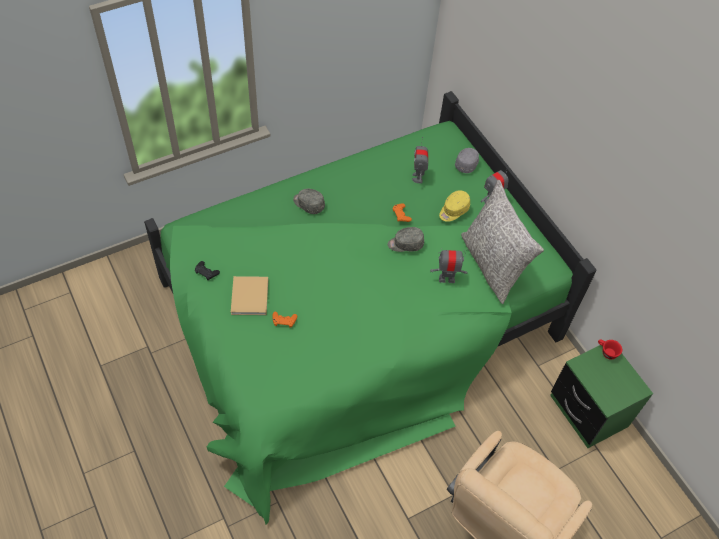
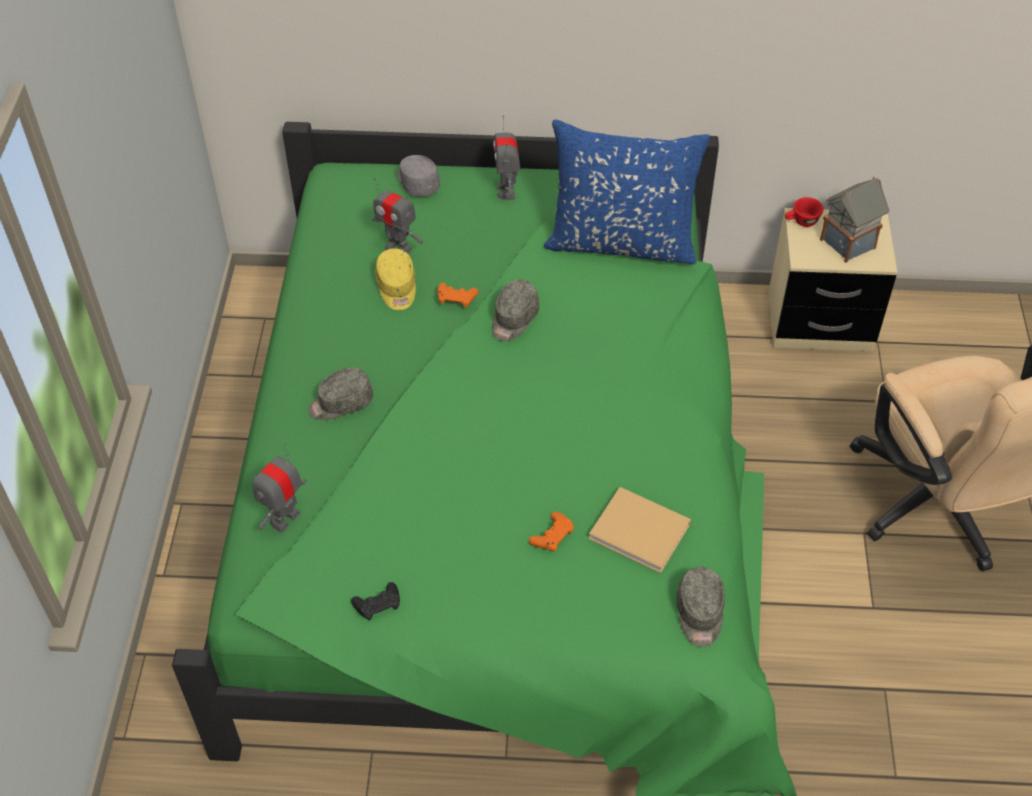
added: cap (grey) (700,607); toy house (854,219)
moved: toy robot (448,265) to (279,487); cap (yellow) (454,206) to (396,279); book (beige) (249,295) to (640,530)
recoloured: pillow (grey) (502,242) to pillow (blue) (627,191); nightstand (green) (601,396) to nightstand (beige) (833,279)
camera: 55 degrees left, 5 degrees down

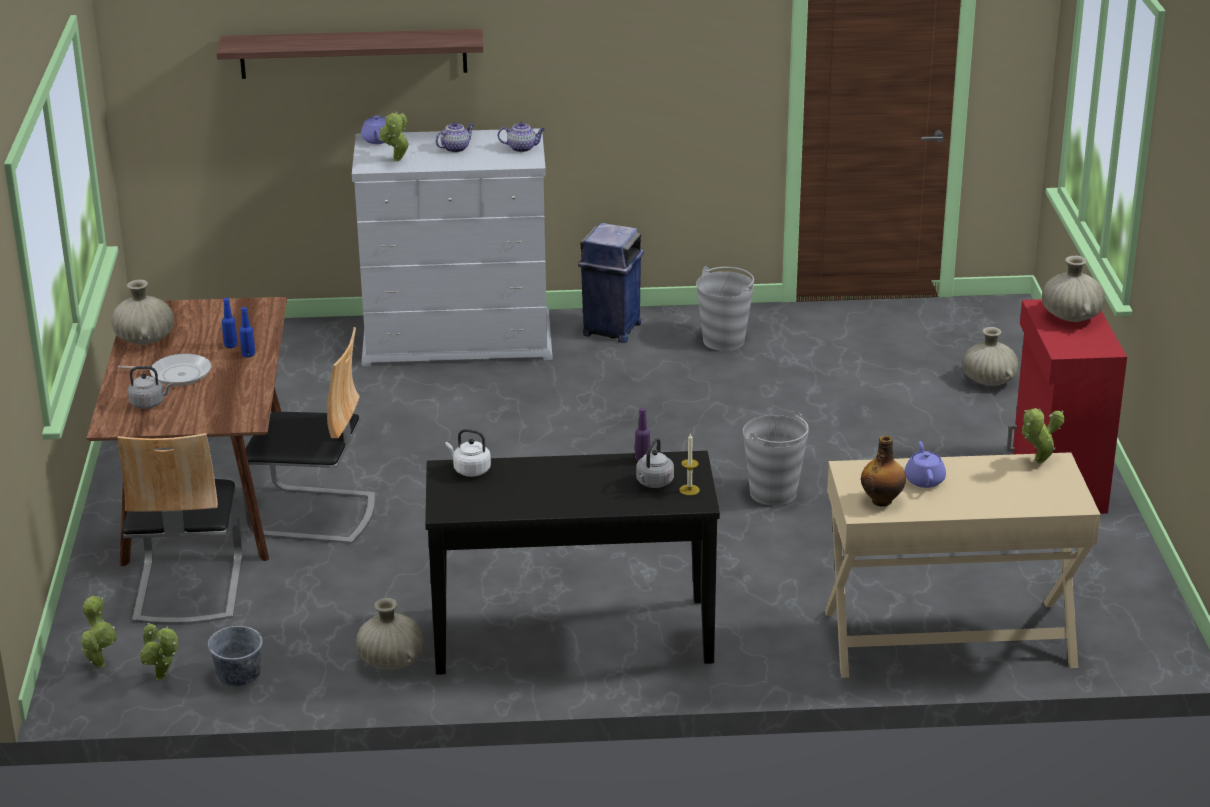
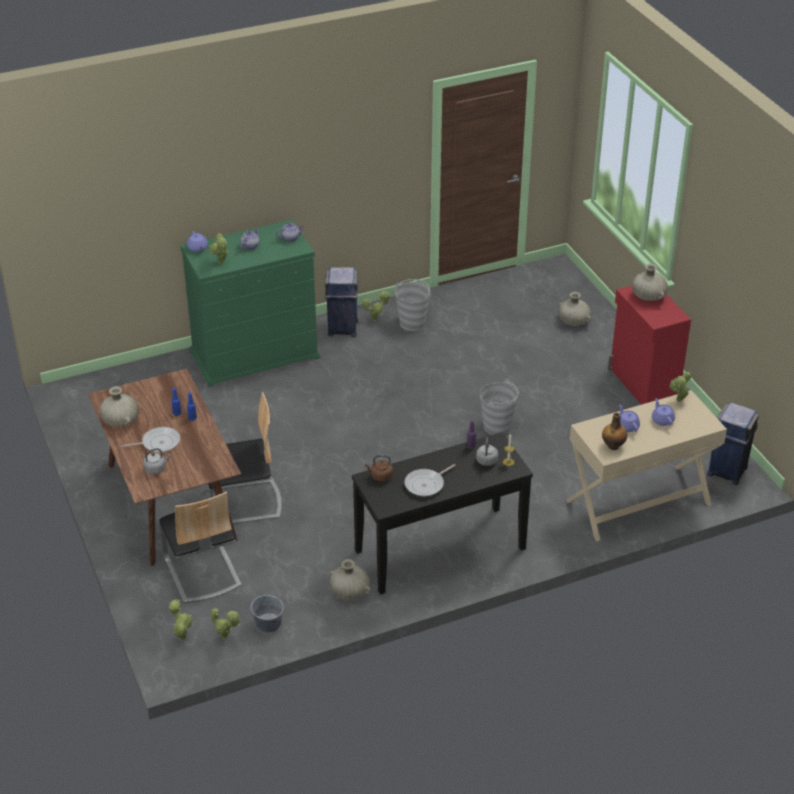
removed: shelf (349,54)
added: potted plant (376,306); frying pan (430,480); teapot (purple) (663,412); trash can (blue) (733,443)
recoloured: dresser (white) (452,247) to dresser (green) (250,303); kettle (white) (468,453) to kettle (brown) (379,468)
camera: 20 degrees left, 10 degrees up

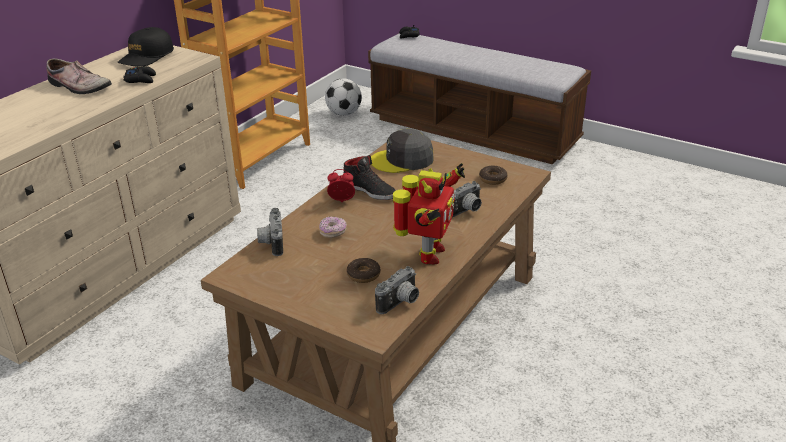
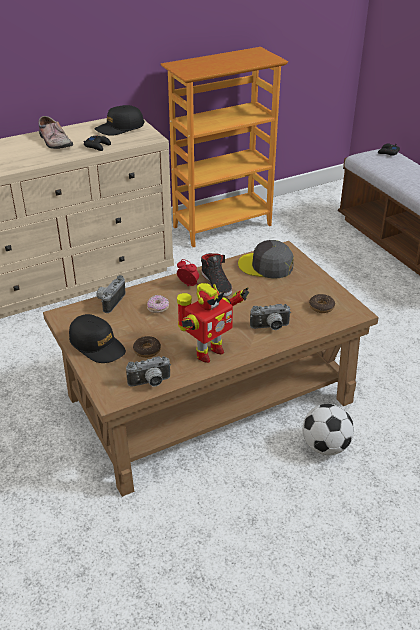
added: cap (black) (97,338)
moved: football (343,97) to (328,429)
camera: 30 degrees right, 5 degrees up

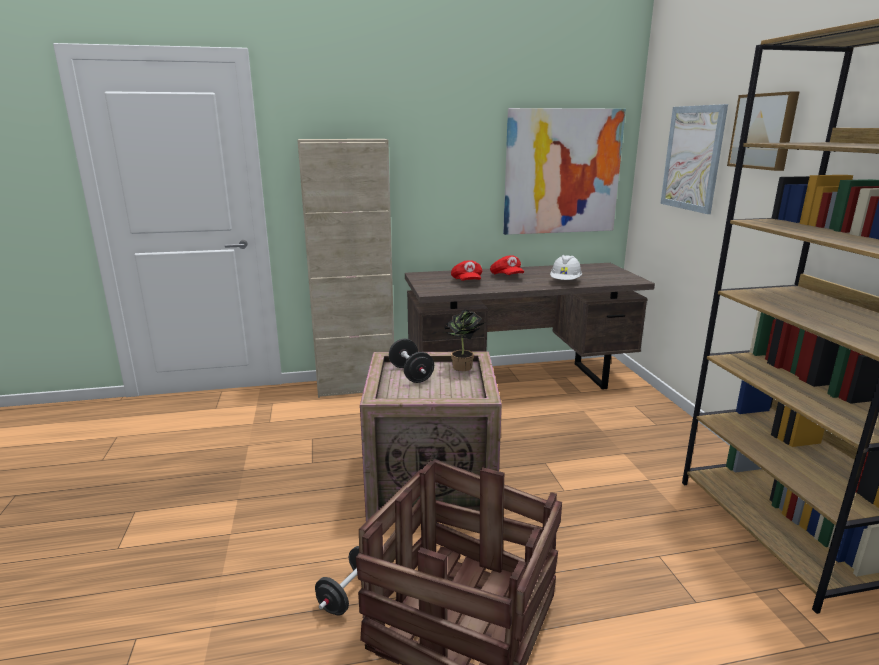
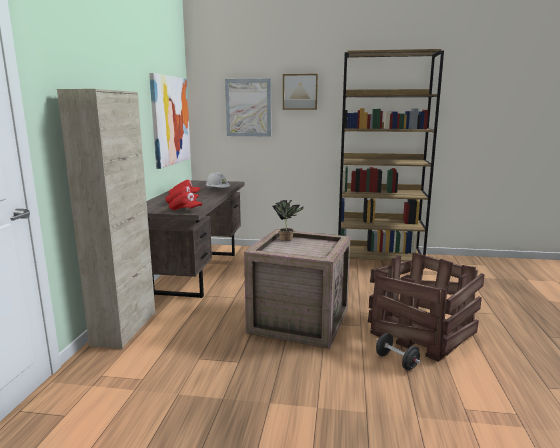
removed: dumbbell (black) (411,361)
added: cap (red) (185,201)
camera: 70 degrees left, 5 degrees down

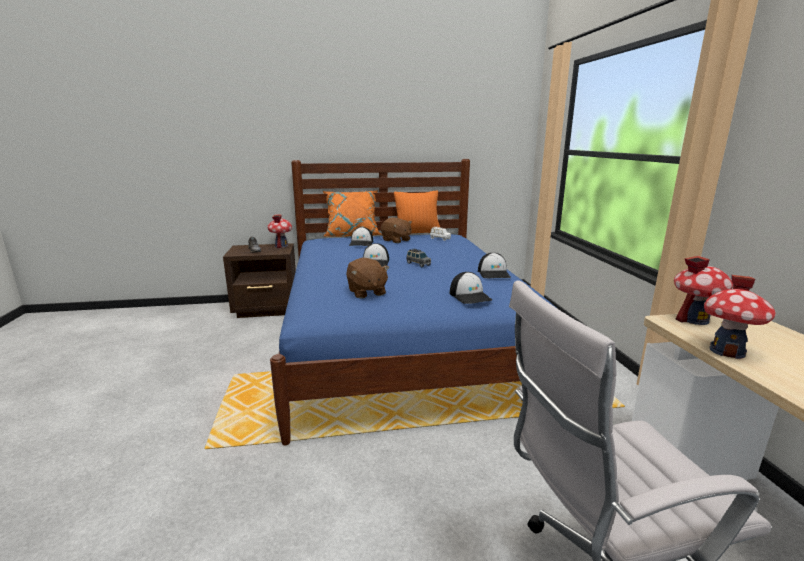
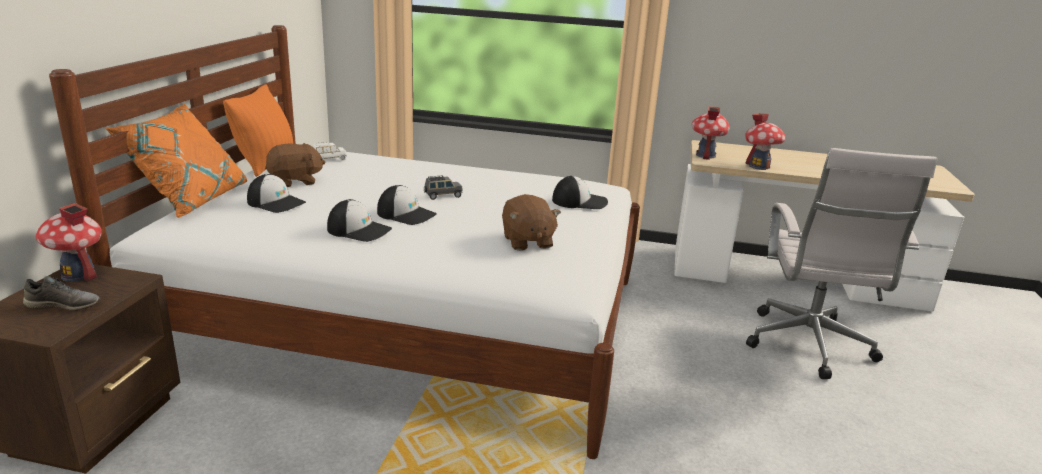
moved: cap (494,265) to (359,220)
recoloured: bed (blue) (414,302) to bed (white) (344,242)
turned: plush toy (brown) (368,278) = (531,222) 75 degrees clockwise
camera: 70 degrees left, 5 degrees up

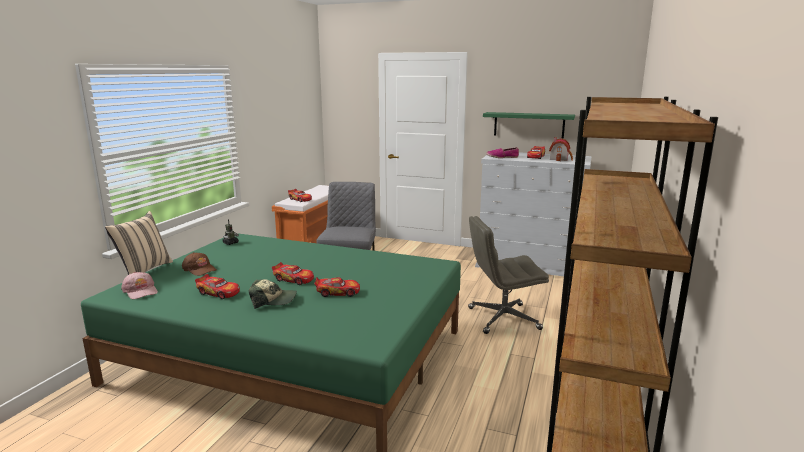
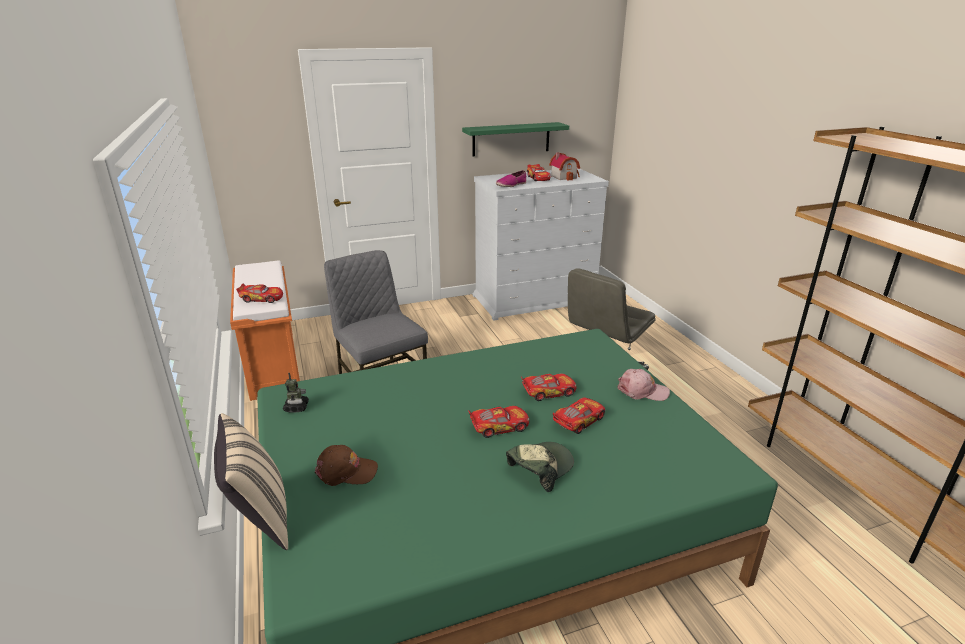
moved: toy car (217,286) to (549,387); cap (pink) (139,286) to (644,385)
camera: 40 degrees left, 10 degrees up

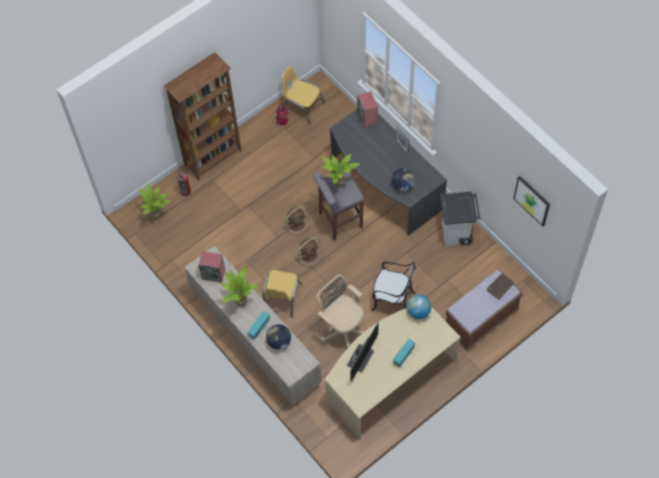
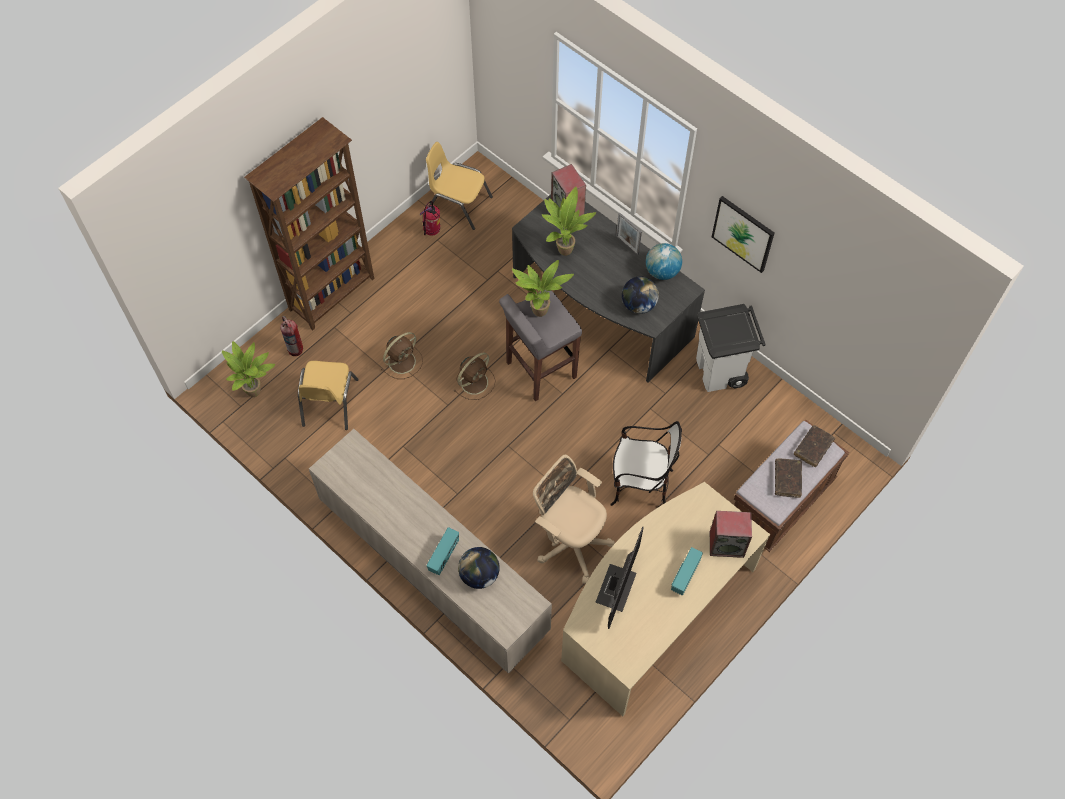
added: book (brown) (788,478)
moved: chair (yellow) (282,293) to (328,395); fan (brown) (309,252) to (402,355); potted plant (240,286) to (569,221); globe (419,306) to (664,261); speaker (212,267) to (731,534); picture (531,201) to (743,234)
camera: 10 degrees left, 0 degrees up

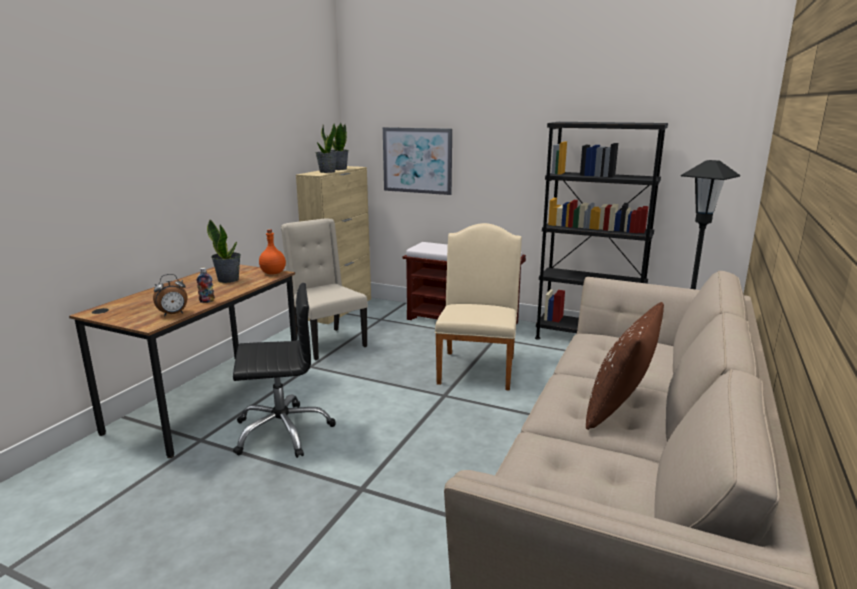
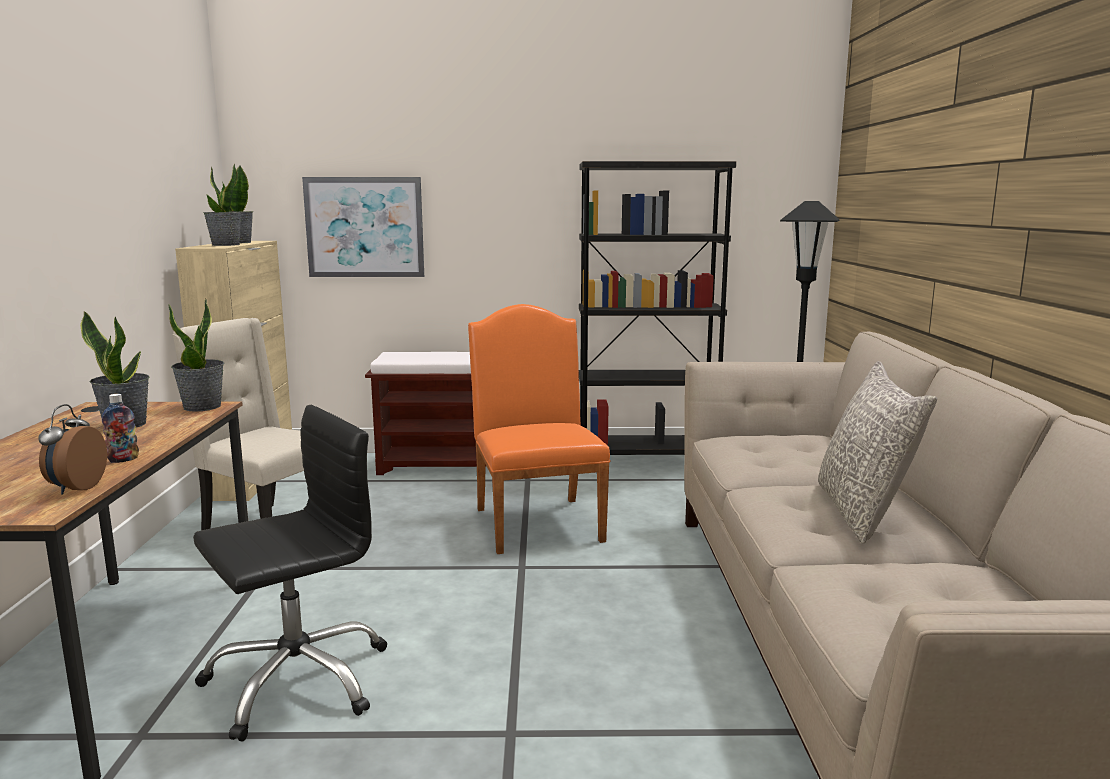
replaced: bottle (orange) (272,252) to potted plant (196,355)
recoloured: chair (beige) (478,307) to chair (orange) (539,429); pillow (brown) (625,366) to pillow (grey) (877,452)
turned: alarm clock (170,295) = (72,449) 150 degrees clockwise
camera: 25 degrees left, 5 degrees down

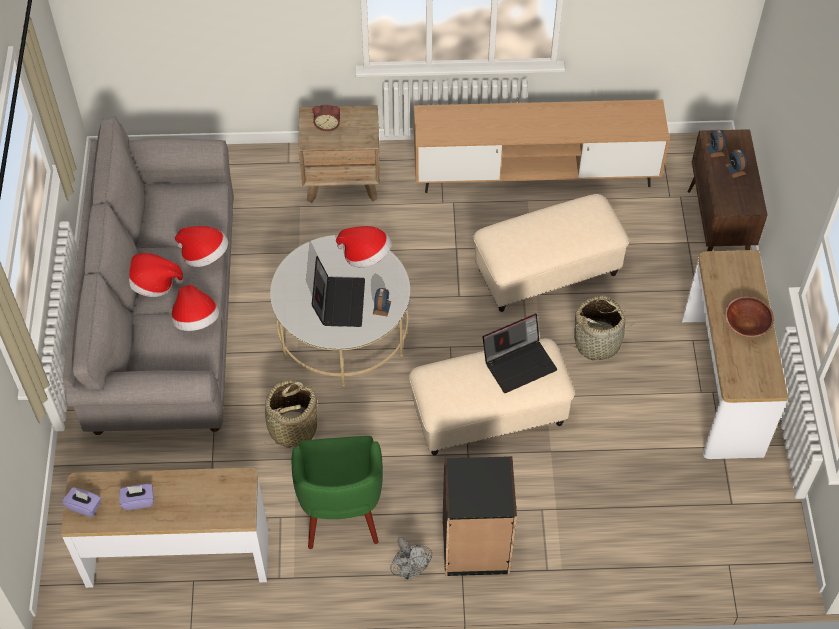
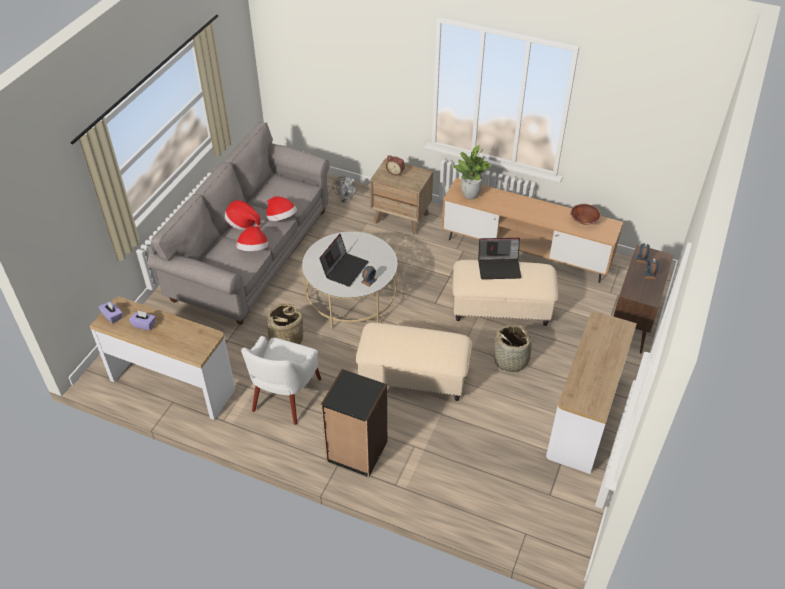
removed: hat (363,246)
added: potted plant (472,172)
moved: fan (grey) (411,558) to (345,189); laptop (520,353) to (499,258); bowl (brown) (749,316) to (585,214)
recoloured: armchair (green) (337,492) to armchair (white) (281,380)
camera: 25 degrees right, 10 degrees down

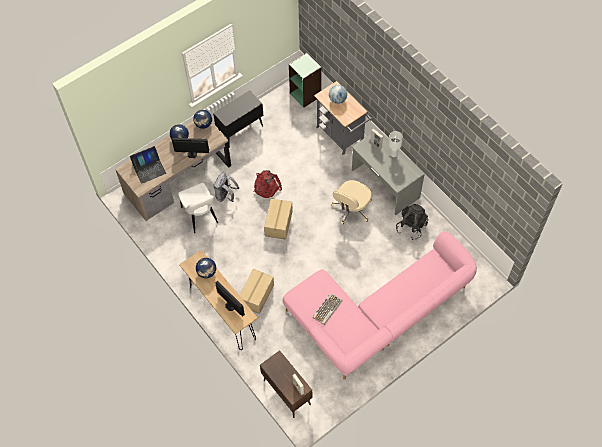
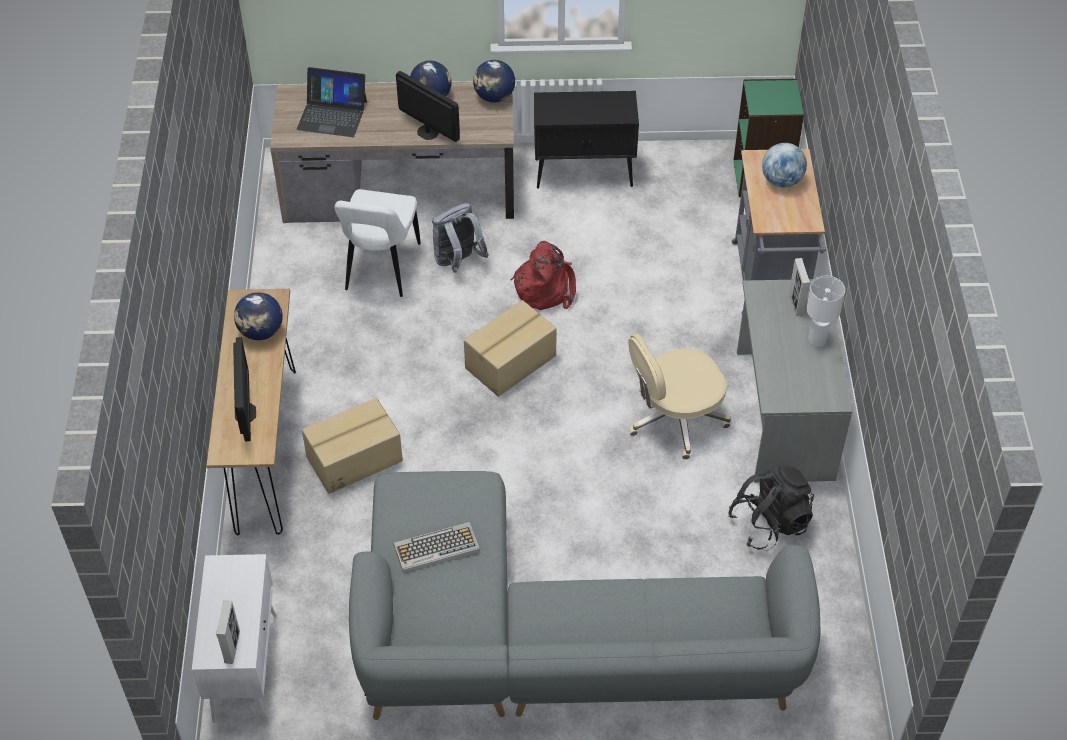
recoloured: cabinet (brown) (286,384) to cabinet (white) (234,638); sofa (pink) (380,305) to sofa (grey) (584,595)
camera: 35 degrees right, 10 degrees down

